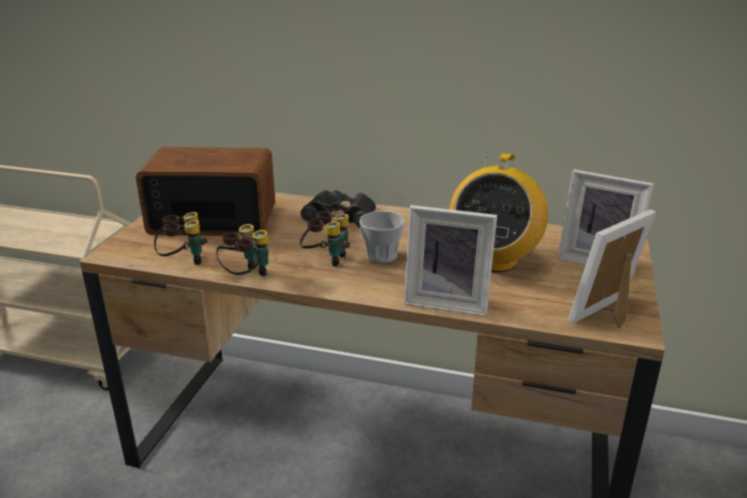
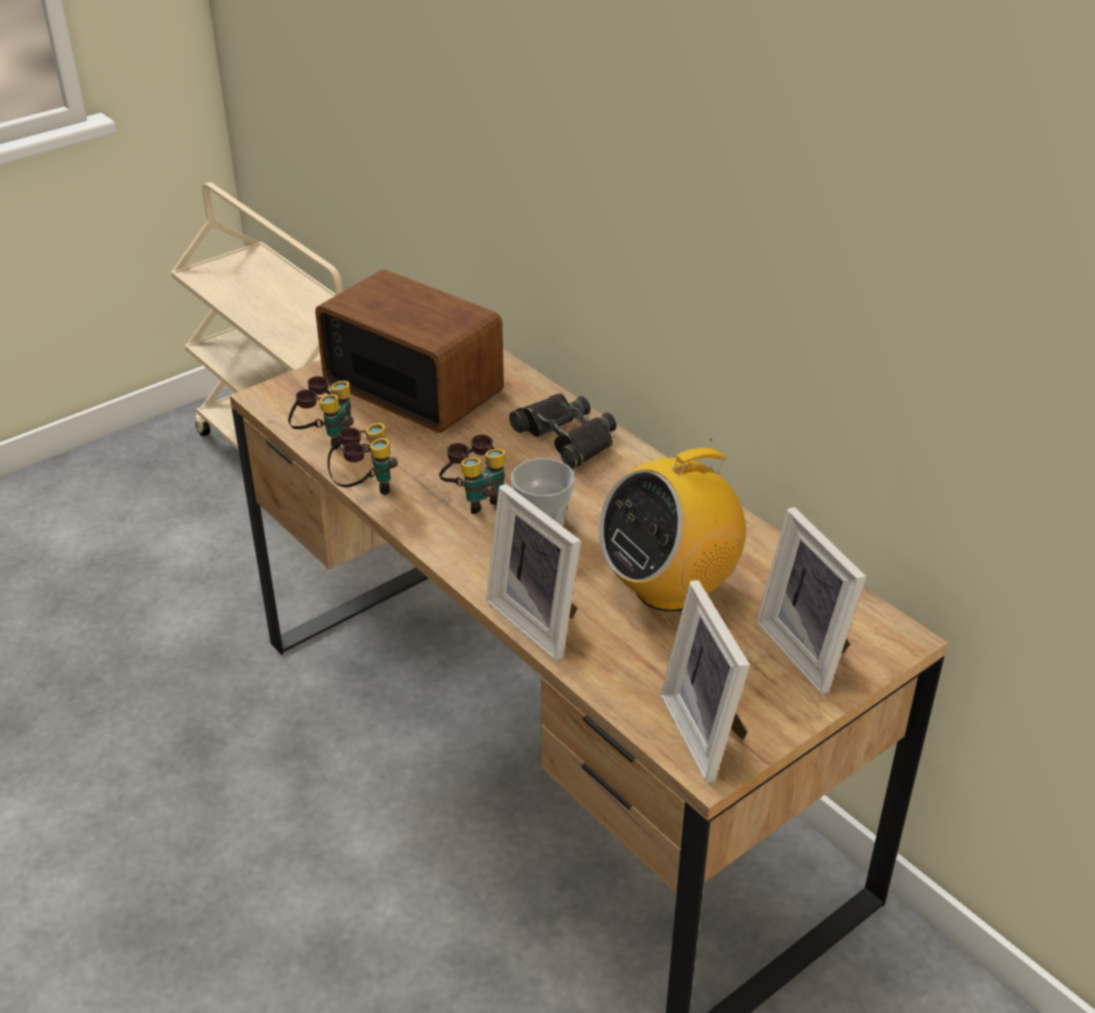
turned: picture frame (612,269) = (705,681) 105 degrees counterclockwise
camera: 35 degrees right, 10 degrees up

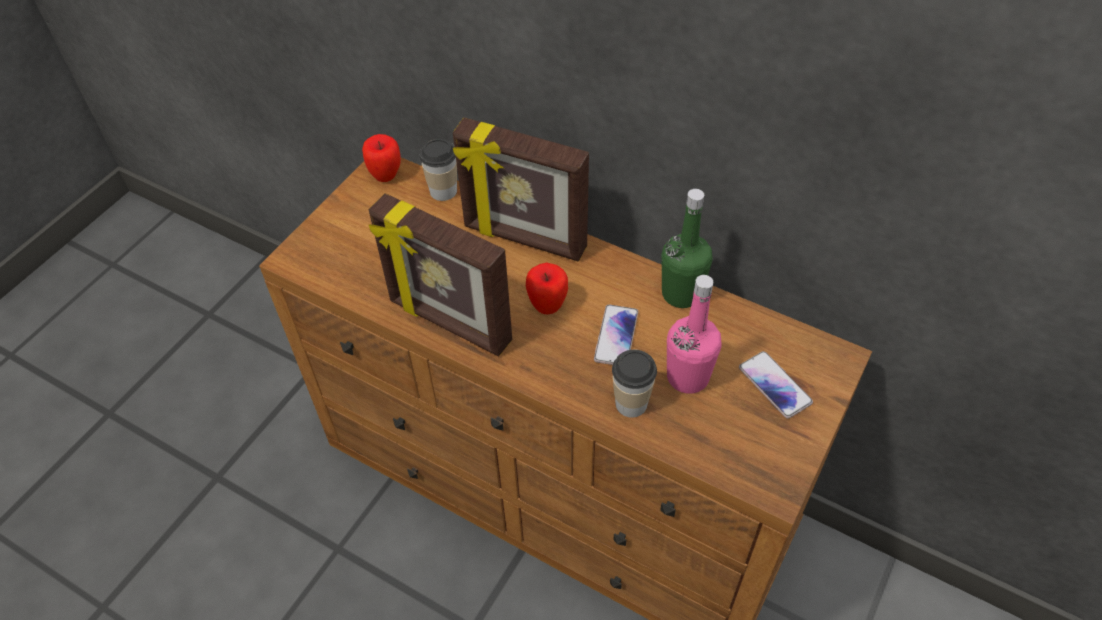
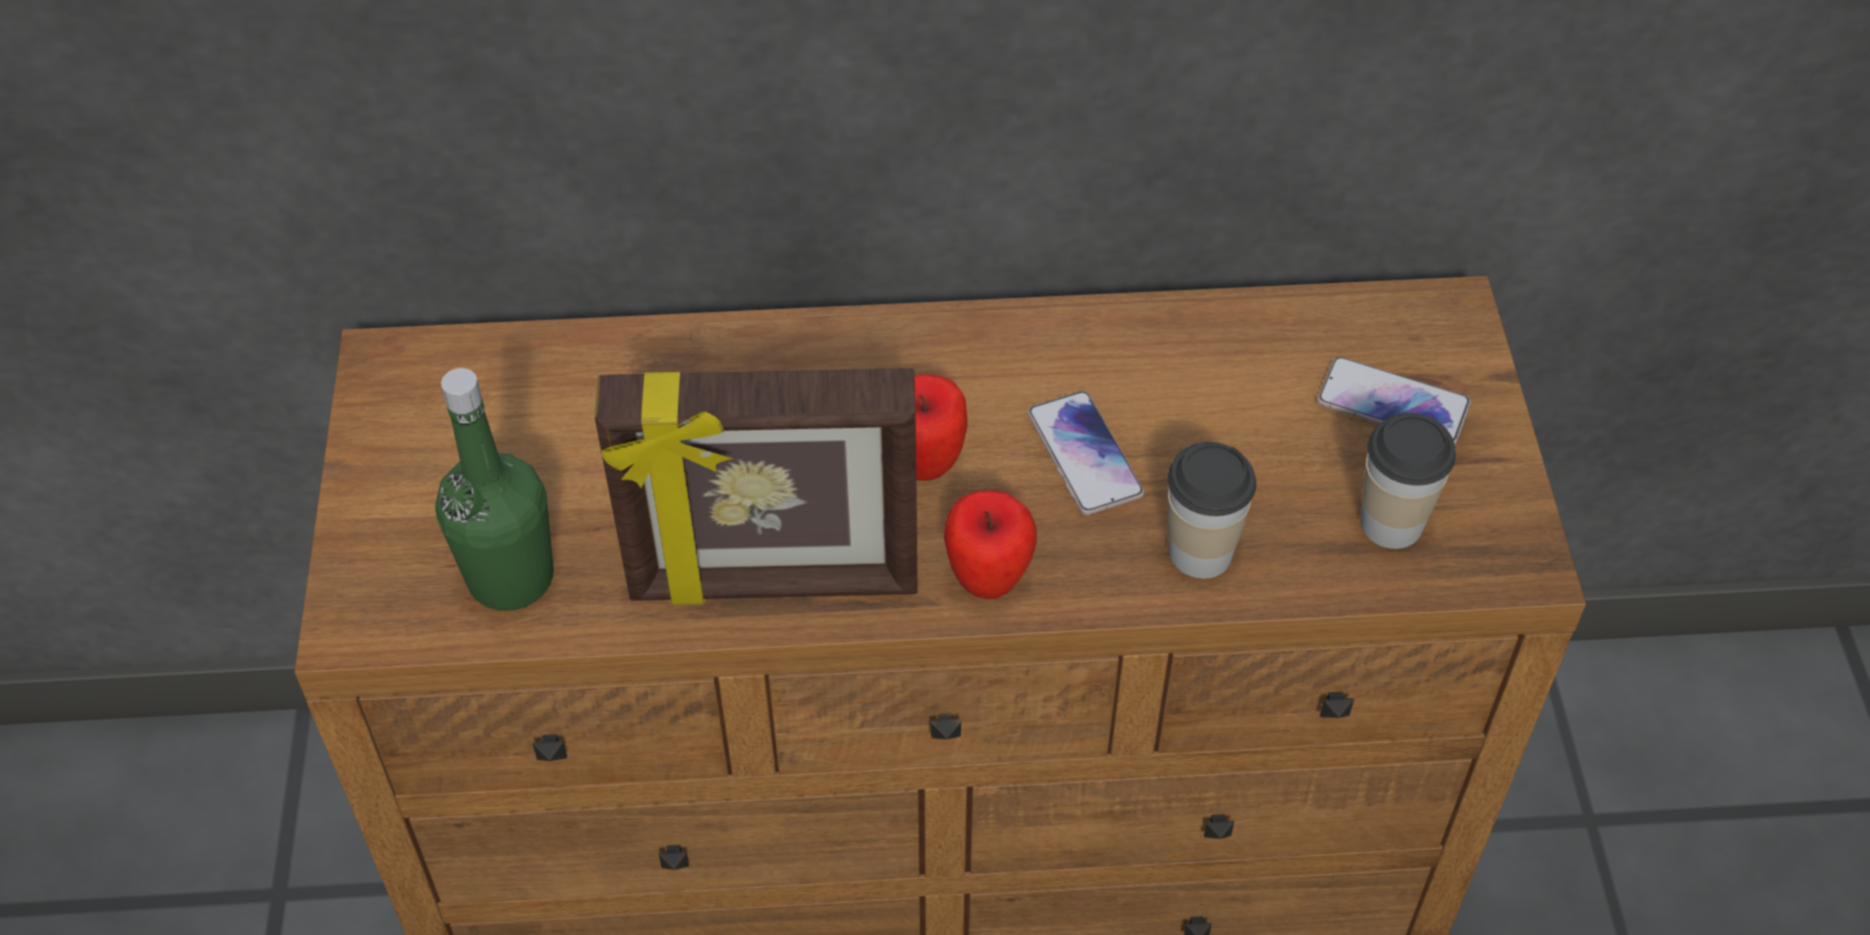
removed: picture frame (521,189); bottle (pink) (694,334)
moved: bottle (green) (687,248) to (494,489); apple (381,158) to (990,544); cup (438,170) to (1408,481)
camera: 35 degrees left, 0 degrees up

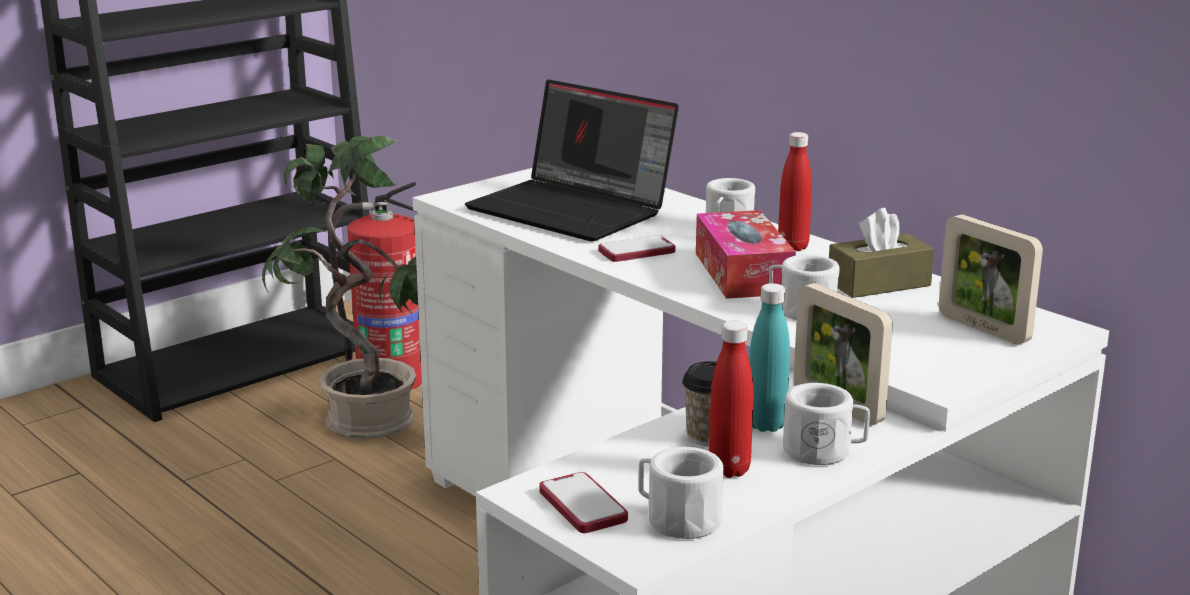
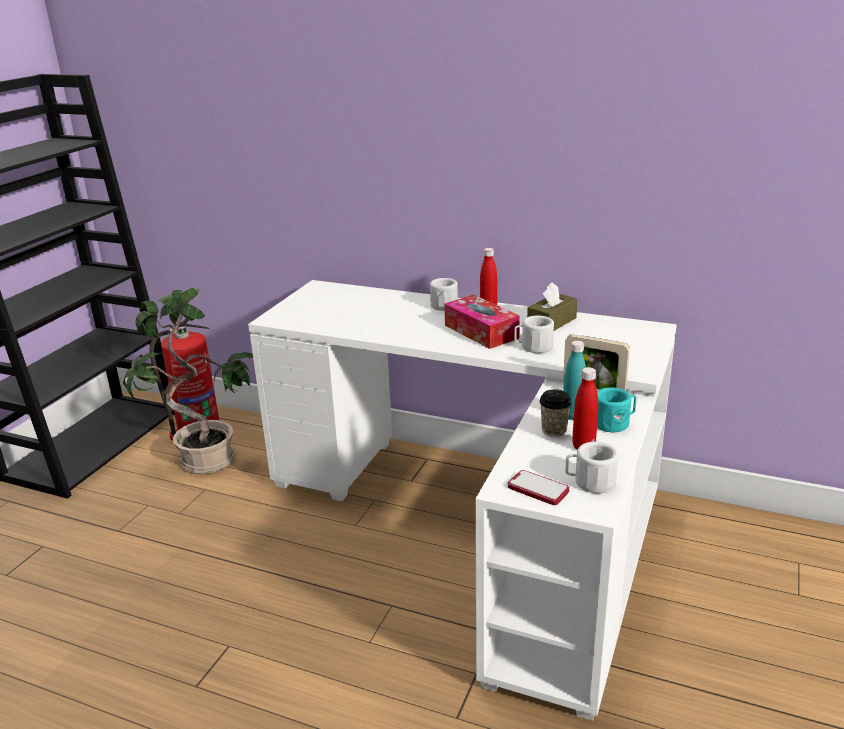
removed: laptop (572,160); phone (636,248); picture frame (991,279)
recoloured: mug (white) (826,424) to mug (turquoise) (617,409)
camera: 25 degrees left, 5 degrees up

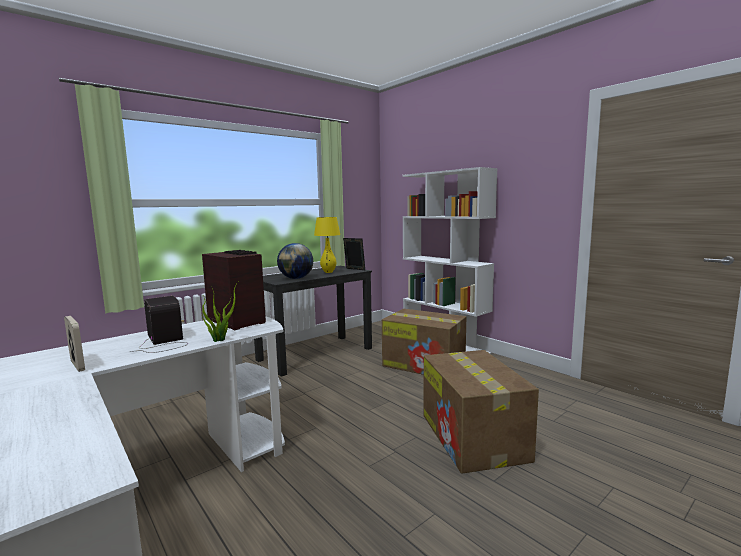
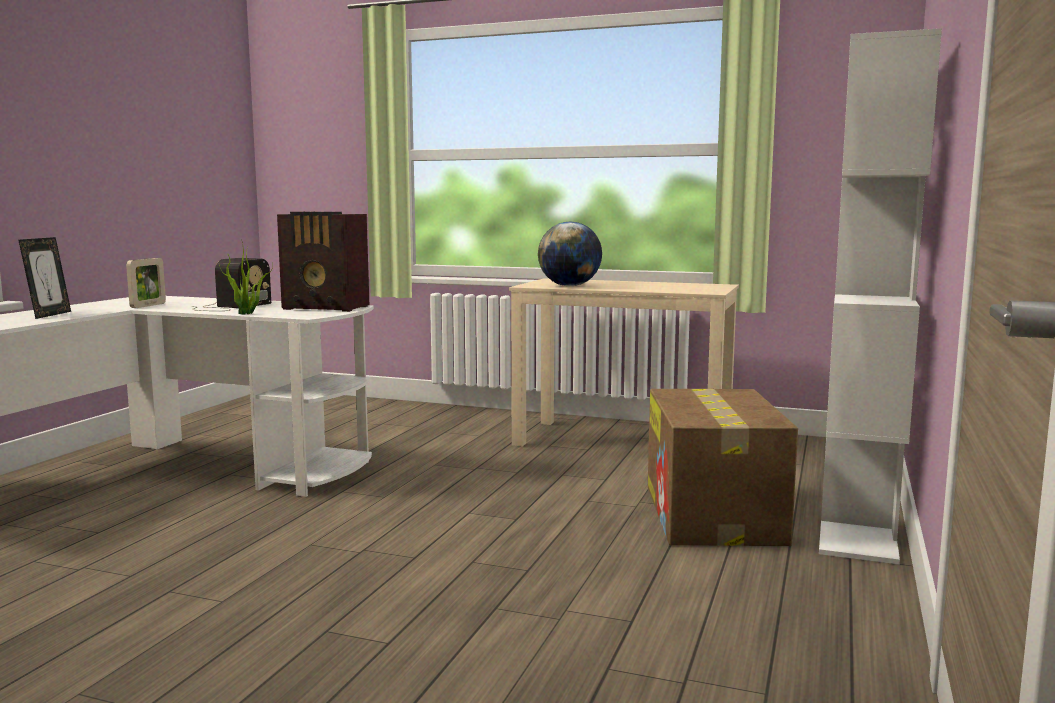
removed: table lamp (yellow) (327,245); cardboard box (481,412)
moved: picture frame (354,254) to (44,278)
recoloured: desk (black) (313,321) to desk (beige) (624,362)
turned: radio (234,290) = (323,262) 90 degrees clockwise
camera: 60 degrees right, 0 degrees up

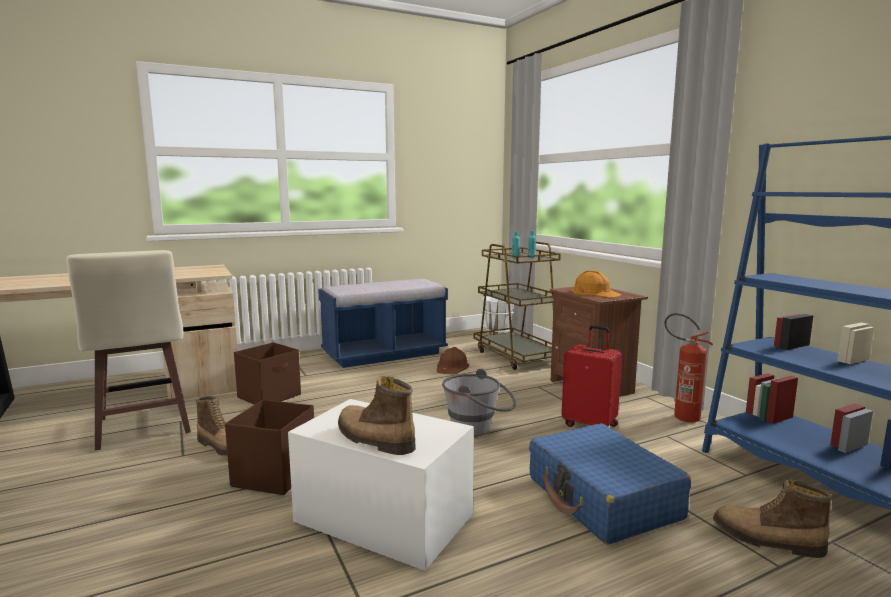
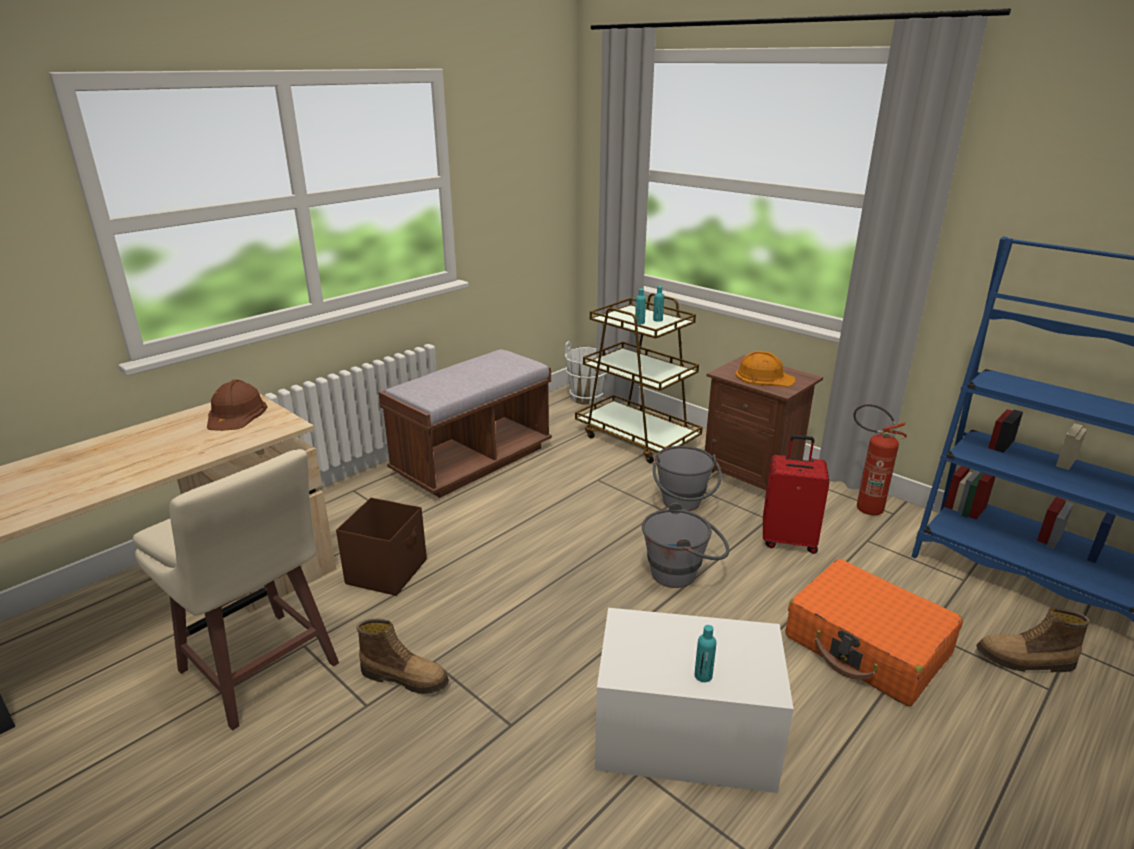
removed: storage box (brown) (269,447)
added: bucket (grey) (687,478)
moved: hard hat (brown) (453,360) to (237,405)
replaced: boot (377,415) to bottle (turquoise) (705,653)
recoloured: bench (blue) (383,323) to bench (brown) (465,423); suitcase (blue) (610,483) to suitcase (orange) (874,632)
camera: 20 degrees left, 15 degrees up

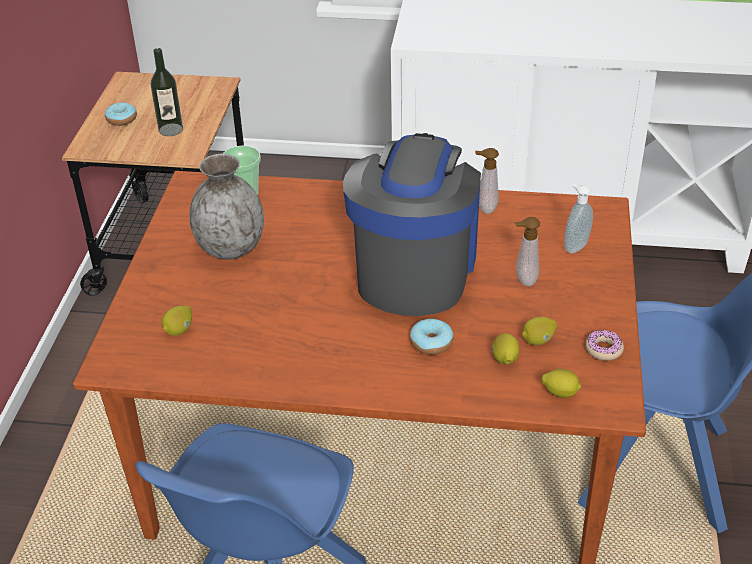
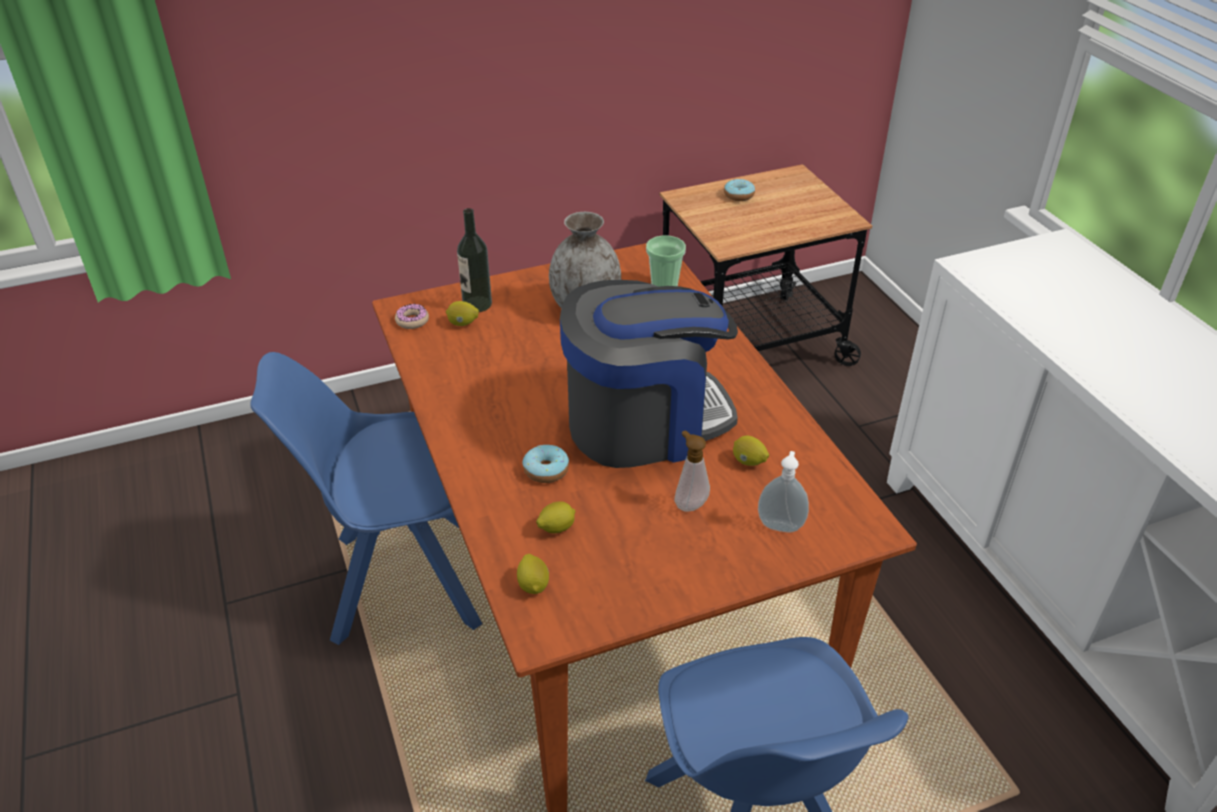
removed: soap dispenser (487,181)
moved: donut (604,345) to (412,316); bottle (167,92) to (474,260); lemon (539,331) to (751,451)
camera: 60 degrees right, 0 degrees up

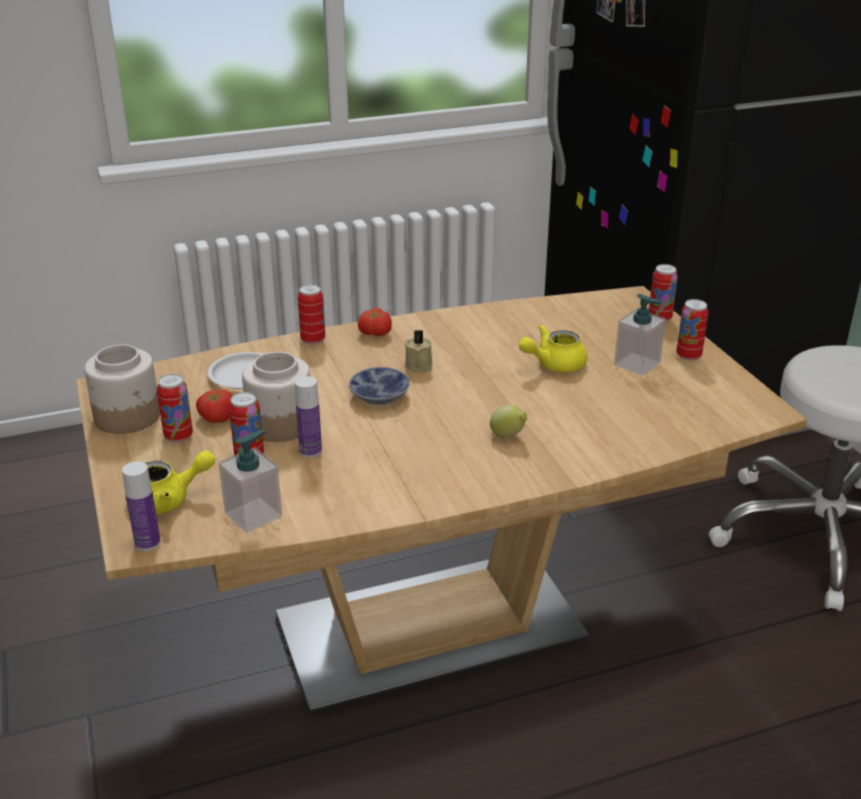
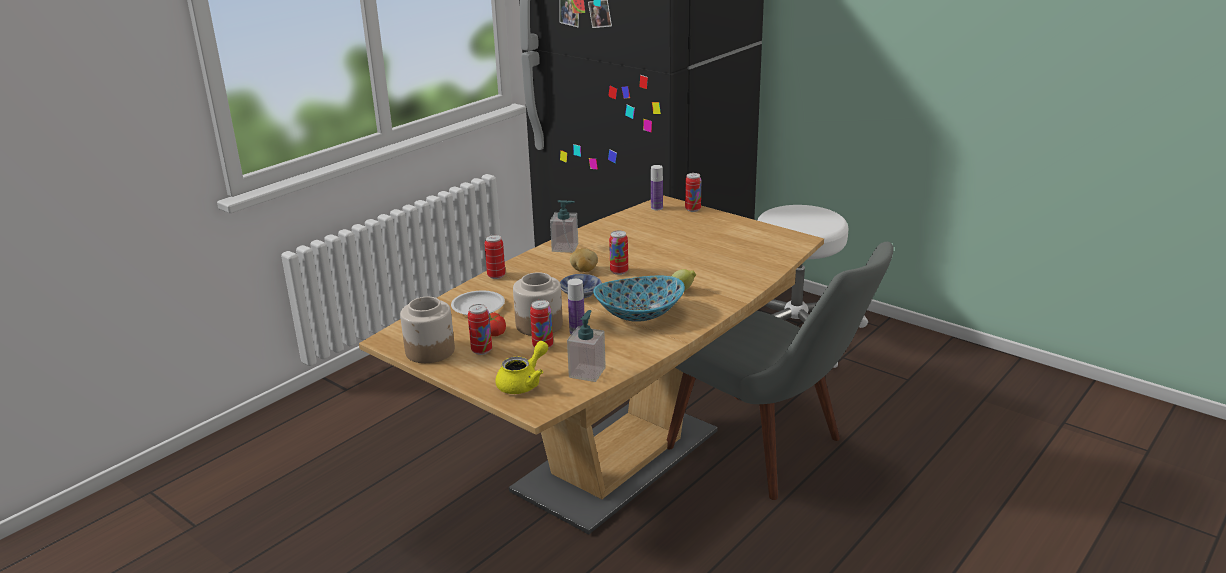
removed: tomato (375,322); teapot (yellow) (553,348)
added: bowl (639,299); chair (grey) (780,371)
moved: soap dispenser (640,335) to (564,226); can (692,330) to (618,252); bottle (141,506) to (657,187)
replaced: candle (beige) (418,351) to potato (584,260)
camera: 30 degrees left, 5 degrees down

